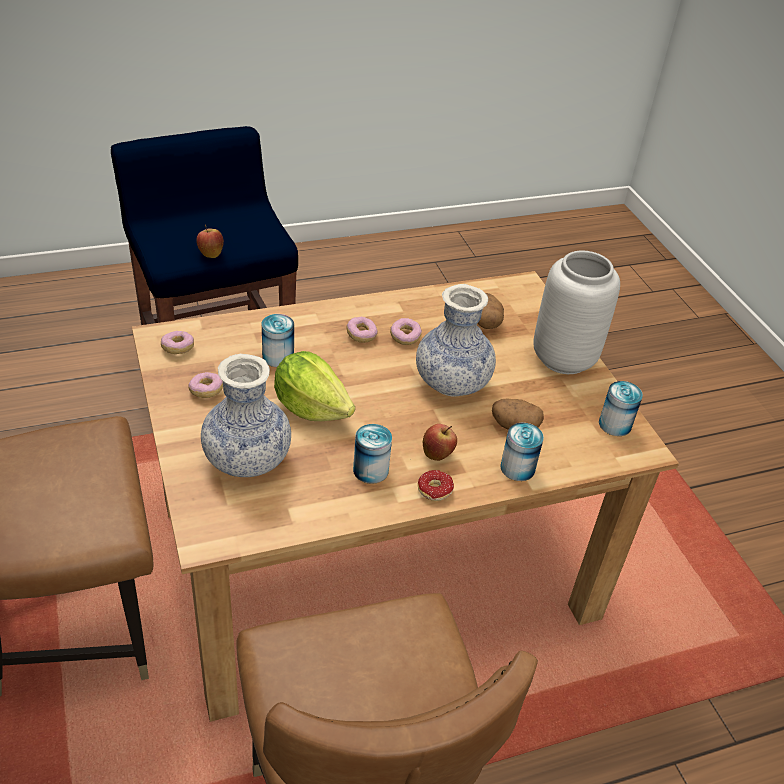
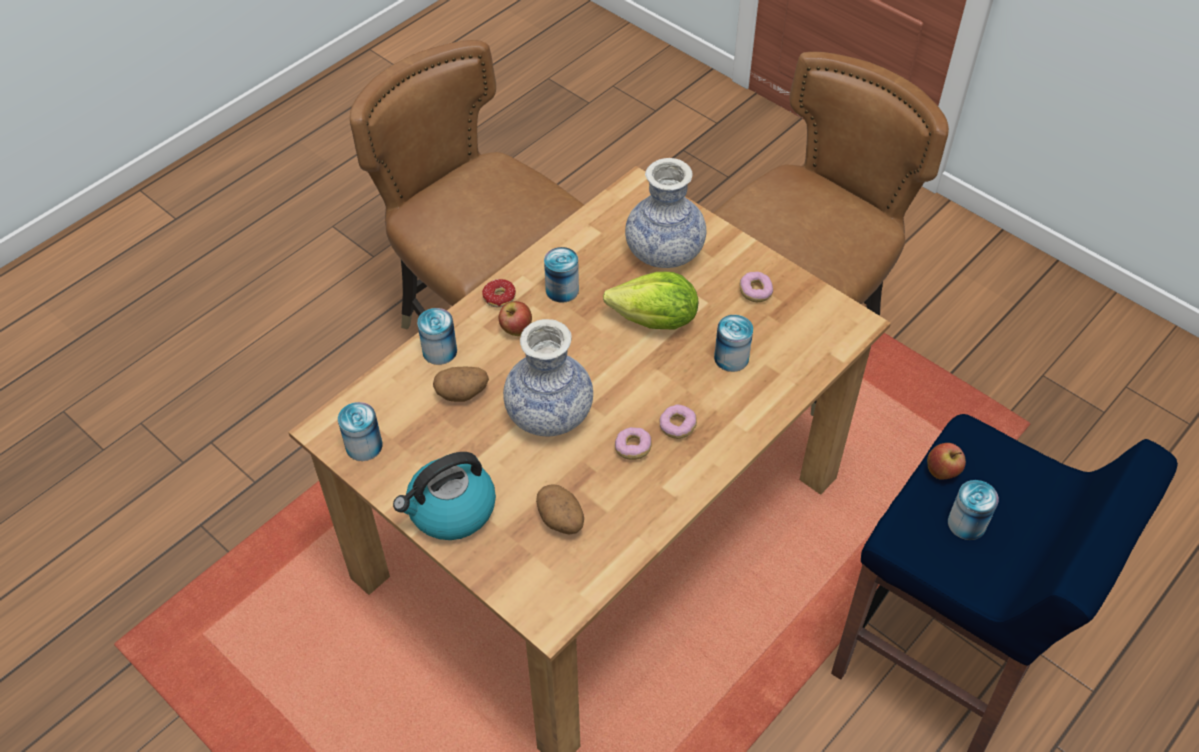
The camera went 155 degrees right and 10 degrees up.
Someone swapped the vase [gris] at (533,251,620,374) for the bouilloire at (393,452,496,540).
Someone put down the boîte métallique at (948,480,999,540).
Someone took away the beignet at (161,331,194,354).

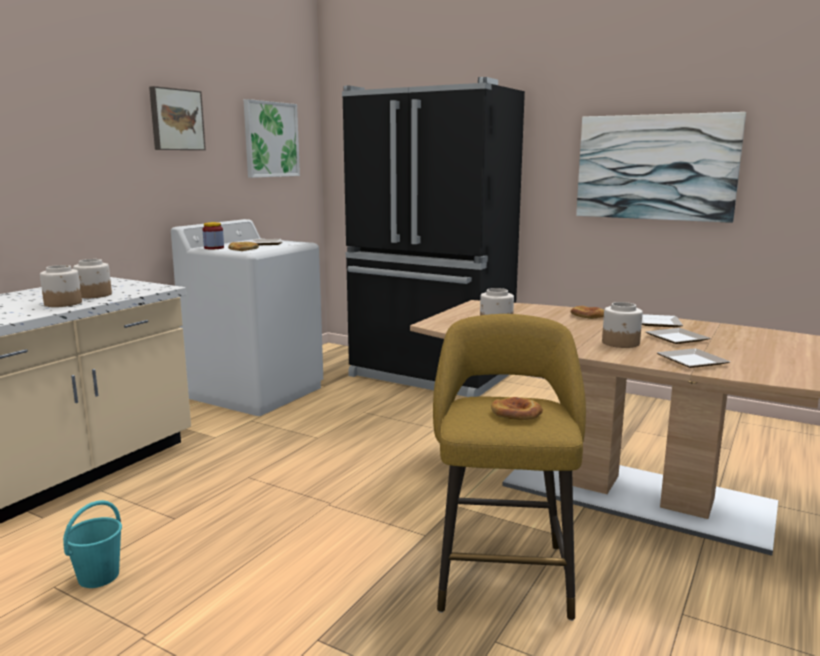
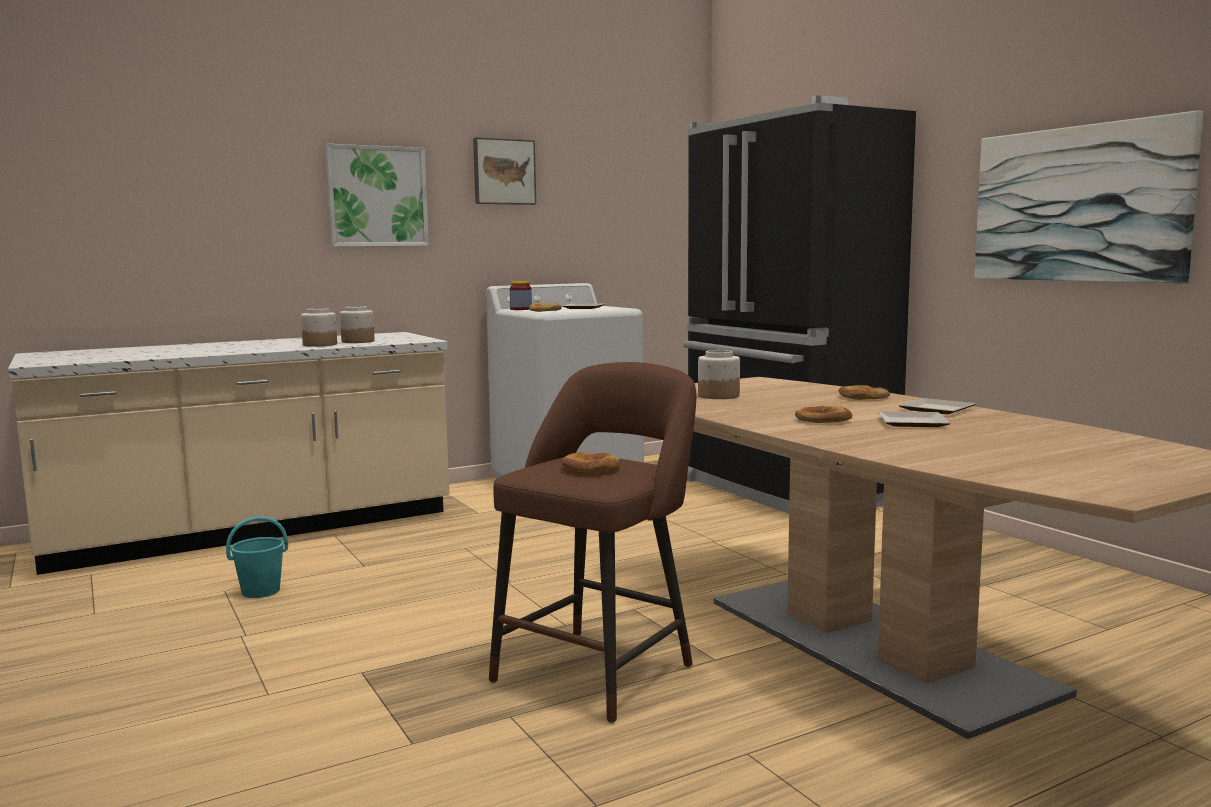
The camera went 30 degrees right and 5 degrees down.
Someone carried the tableau from (243,99,300,178) to (325,144,429,247).
Someone repainted the tabouret [jaune] at (433,314,586,621), which became the tabouret [marron] at (489,362,696,723).
Someone swapped the bocal at (602,302,643,348) for the pain at (795,406,852,423).
Someone took away the assiette at (657,348,730,368).

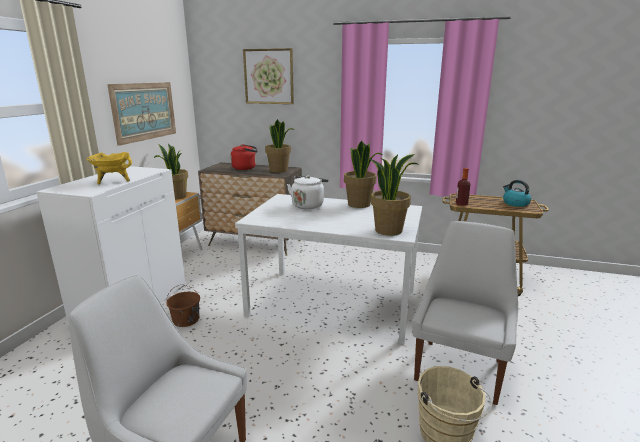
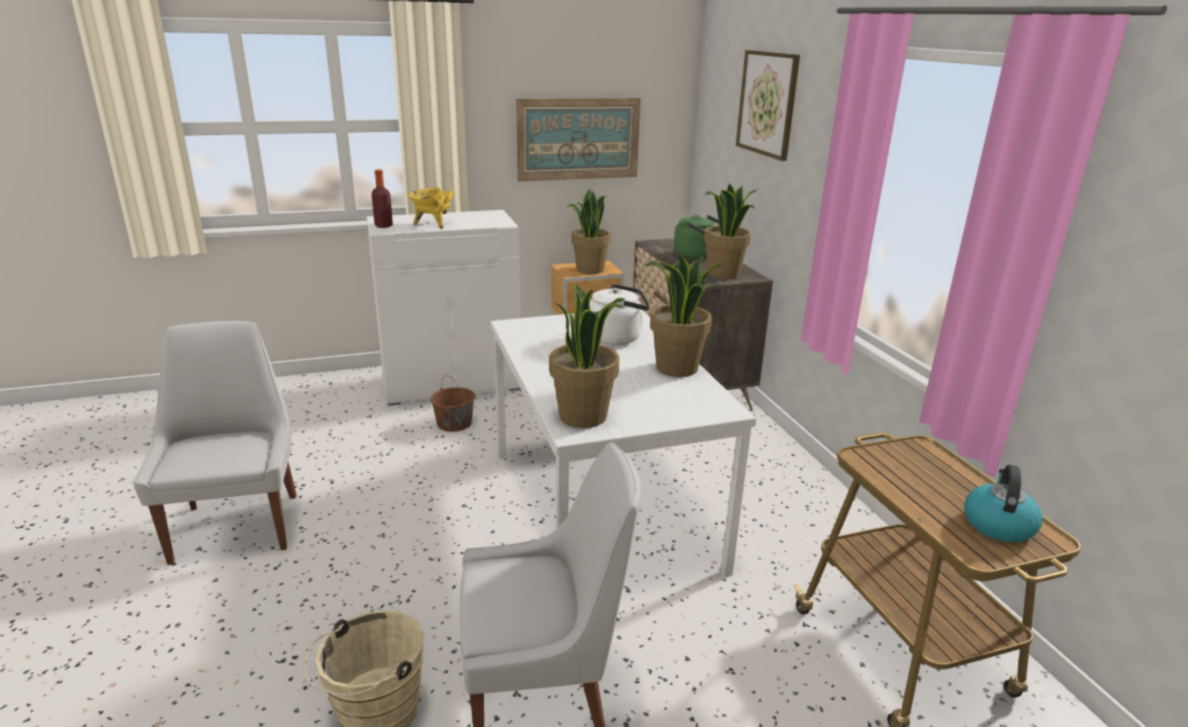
The camera went 55 degrees right and 5 degrees up.
Someone carried the bouteille from (456,168,471,206) to (372,169,393,228).
Someone repainted the bouilloire [rouge] at (231,144,258,170), which became the bouilloire [vert] at (674,215,719,259).

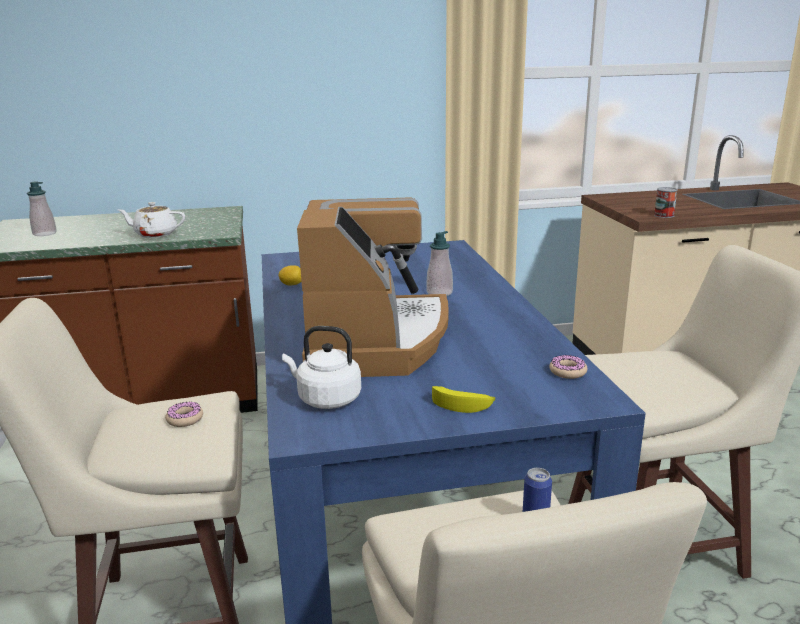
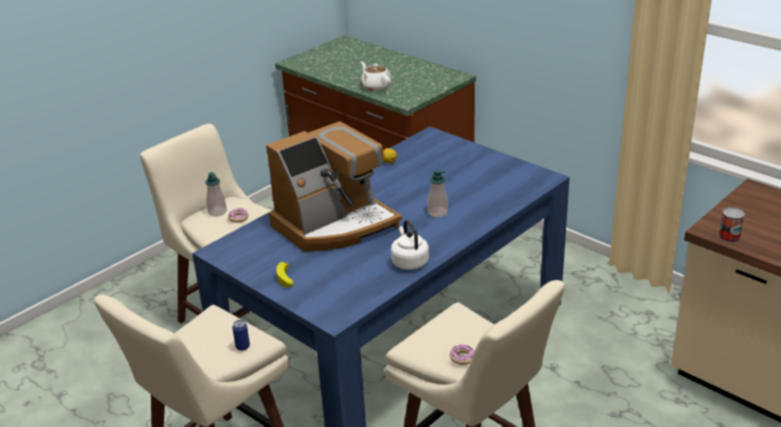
The camera went 55 degrees right and 10 degrees up.
Someone carried the distributeur de savon from (27,181,57,236) to (205,172,227,217).
Someone carried the bouilloire [blanc] from (282,326,361,409) to (391,220,429,270).
Someone carried the beignet from (550,355,587,379) to (450,344,474,365).

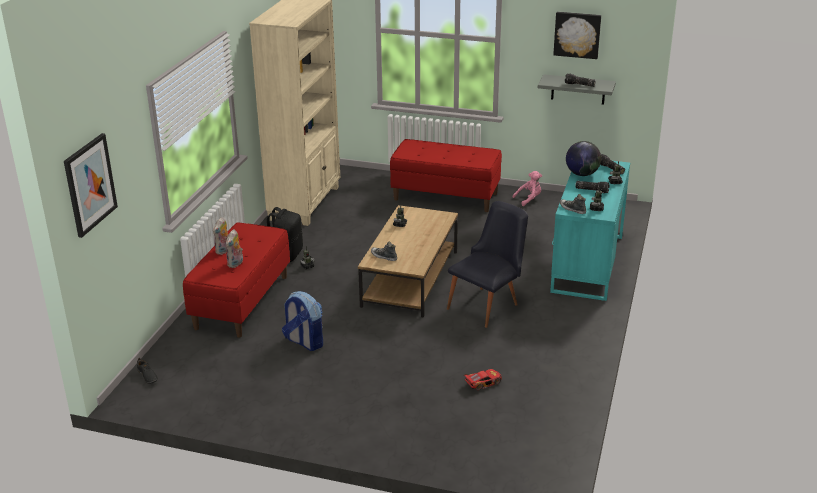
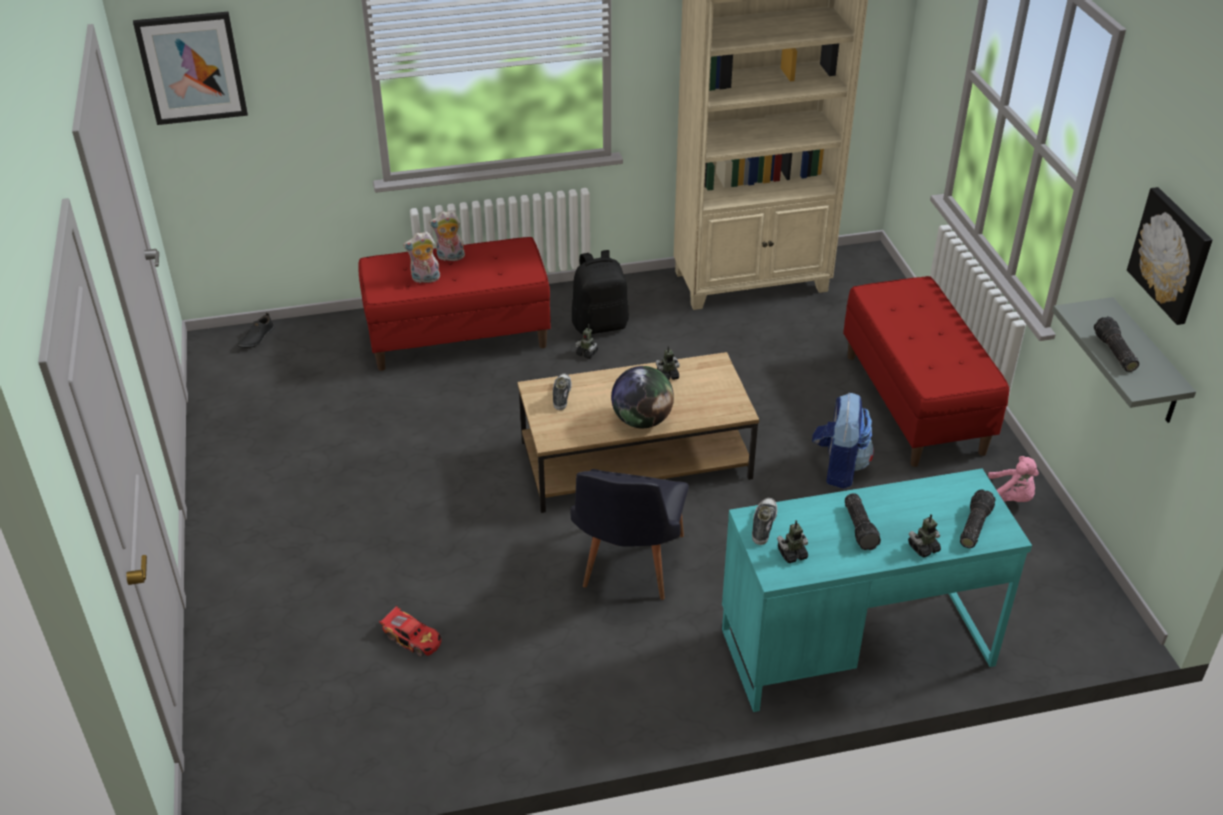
The camera went 60 degrees right and 10 degrees up.
Someone rotated the chaise [noir] at (447,201,528,328) by 90 degrees clockwise.
Someone carried the globe from (566,141,601,176) to (611,366,674,428).
Someone carried the sac à dos from (282,291,323,351) to (812,393,874,489).

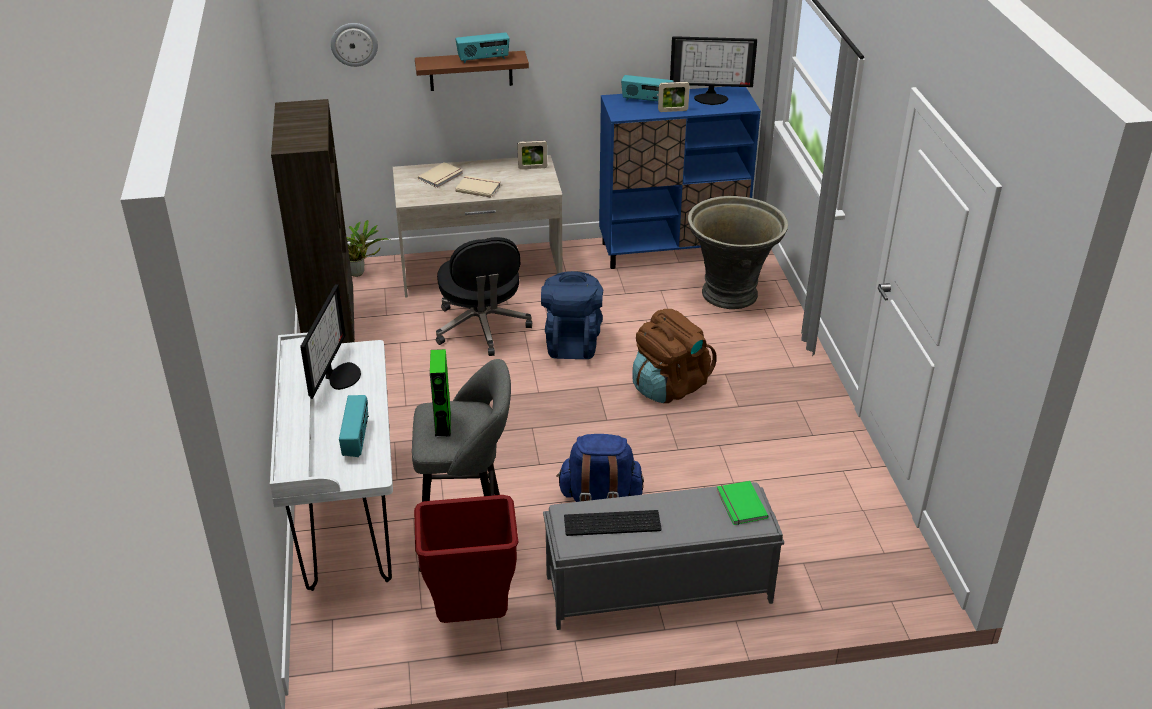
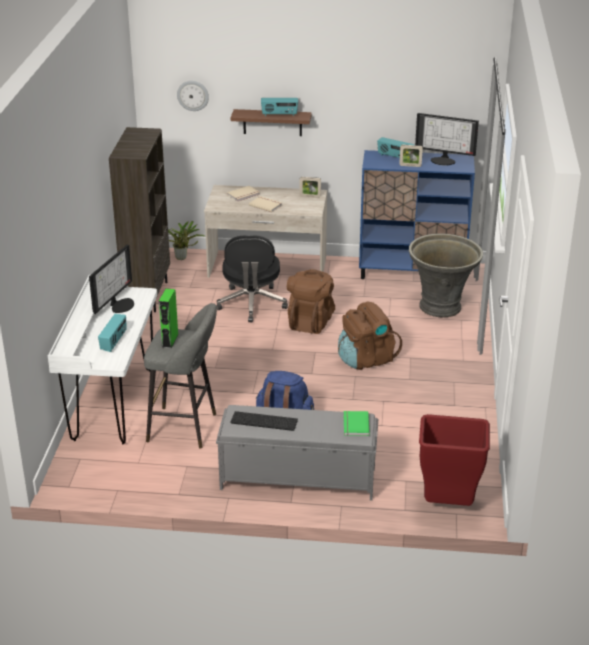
The camera went 15 degrees right and 5 degrees down.
Someone repainted the sac à dos [bleu] at (541,271,603,359), which became the sac à dos [marron] at (287,269,335,334).
Someone carried the poubelle [rouge] from (414,495,518,623) to (419,414,490,506).

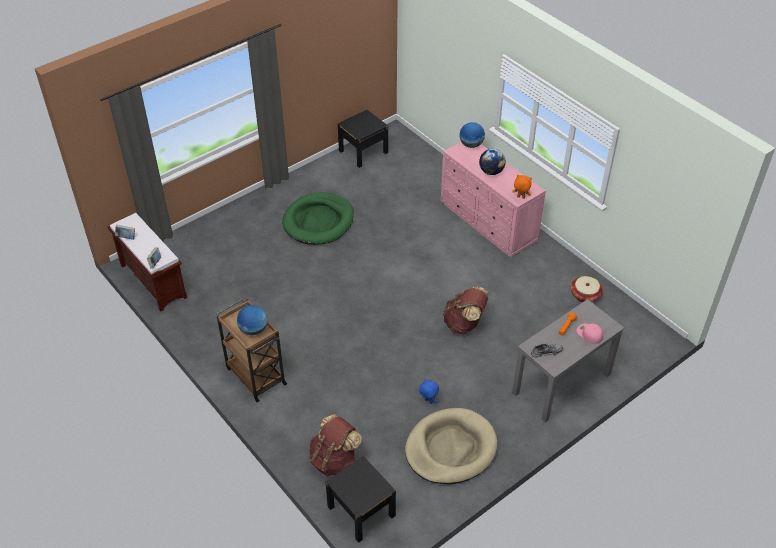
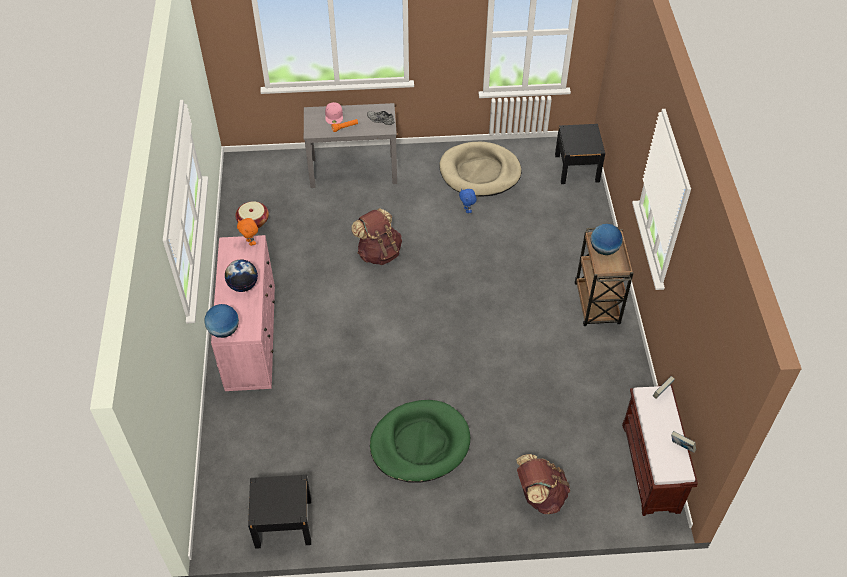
The camera went 145 degrees left and 5 degrees up.
Someone carried the sac à dos [marron] from (309,414,362,476) to (516,454,570,514).

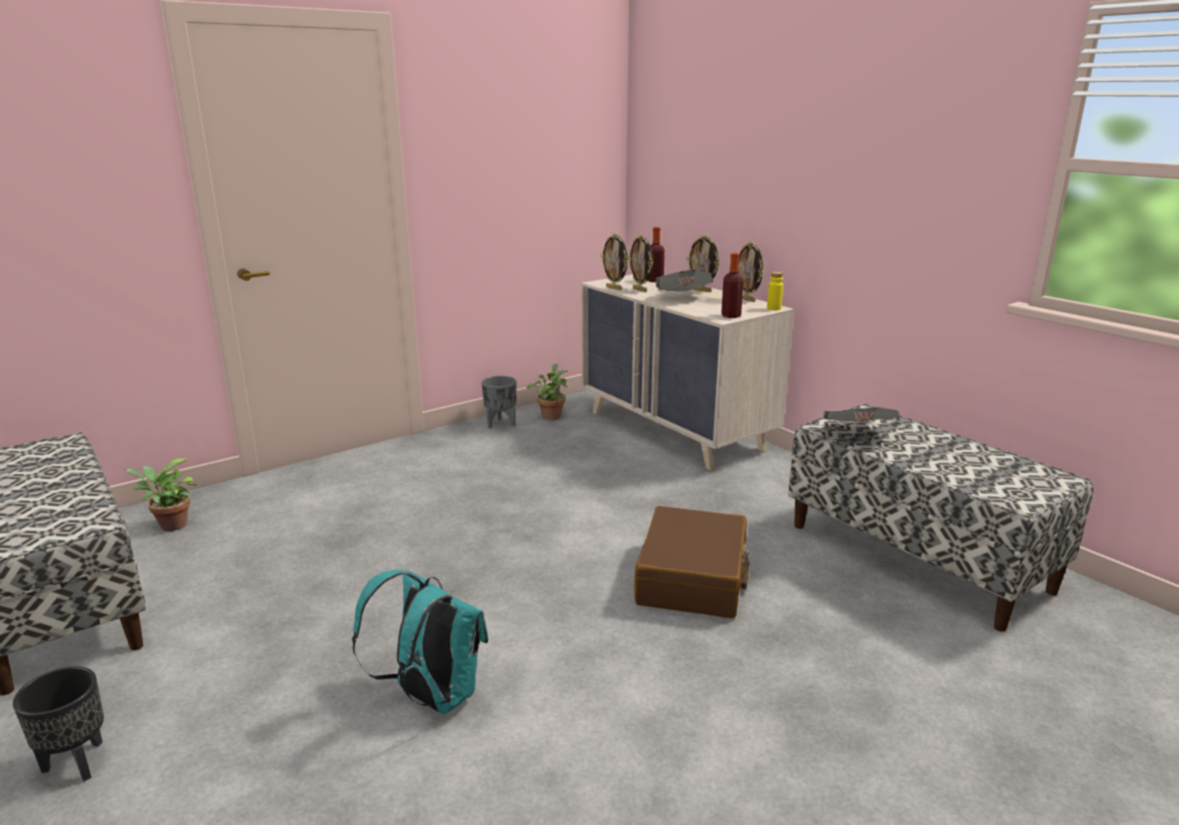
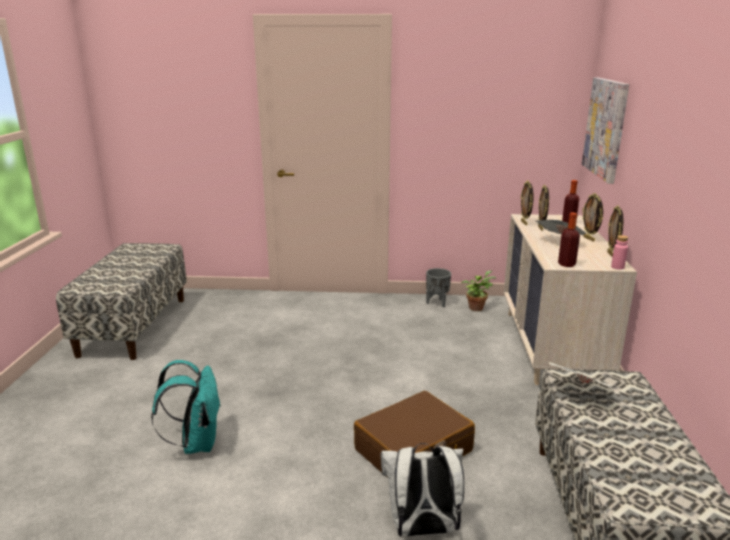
The camera went 40 degrees right and 0 degrees up.
Someone put down the sac à dos [blanc] at (380,443,464,536).
Someone put up the tableau at (582,77,629,184).
Someone repainted the bouteille [jaune] at (767,272,783,310), which became the bouteille [rose] at (611,235,628,270).
Someone took away the cache-pot [noir] at (13,666,104,781).
Someone took away the plante en pot at (124,458,197,531).

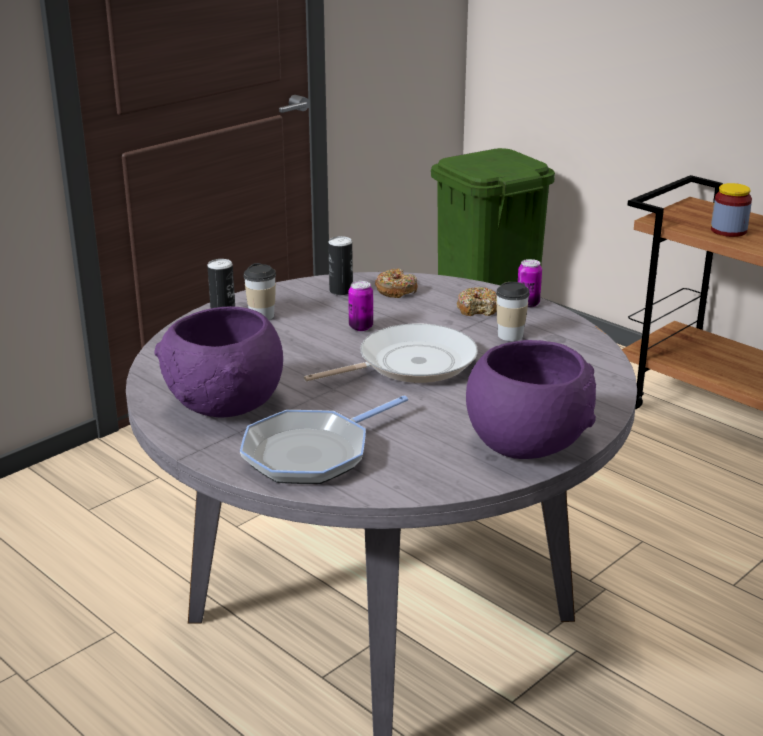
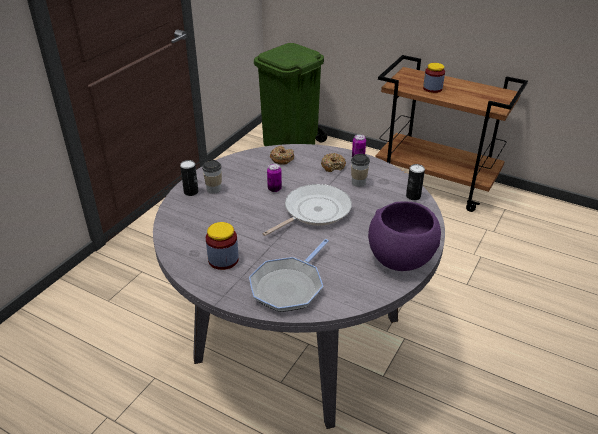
The camera went 15 degrees left and 10 degrees up.
Someone swapped the bol [violet] at (154,306,283,418) for the bocal at (206,222,239,270).
Someone carried the boîte métallique from (328,236,353,295) to (406,164,425,200).

